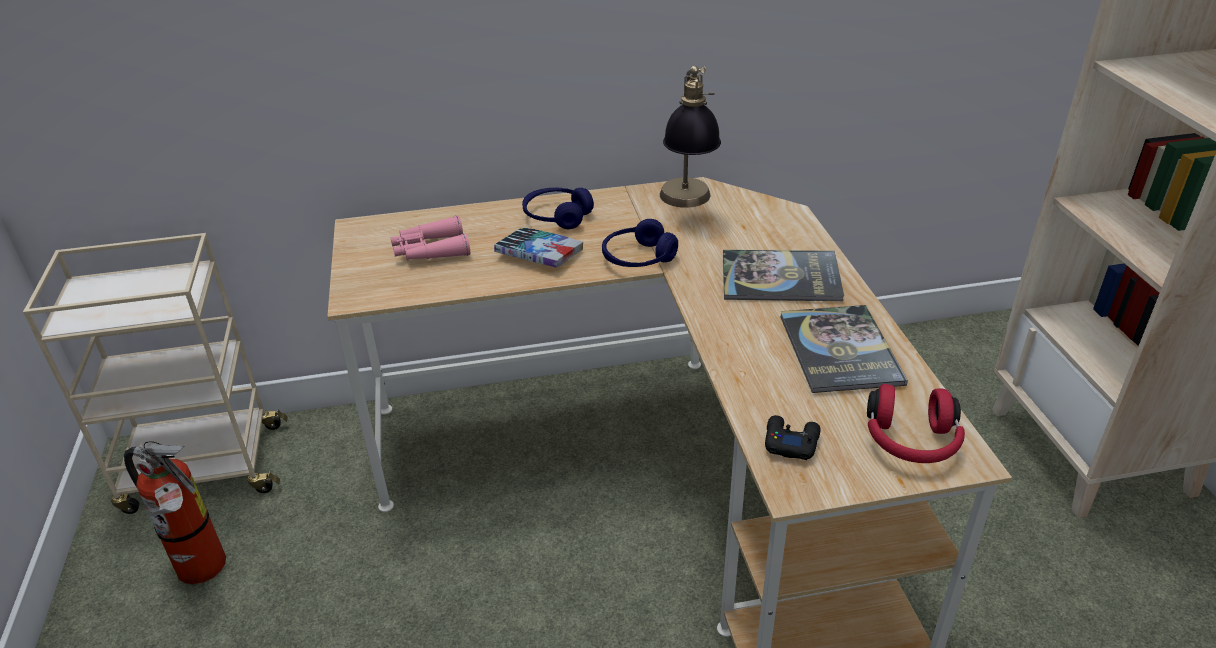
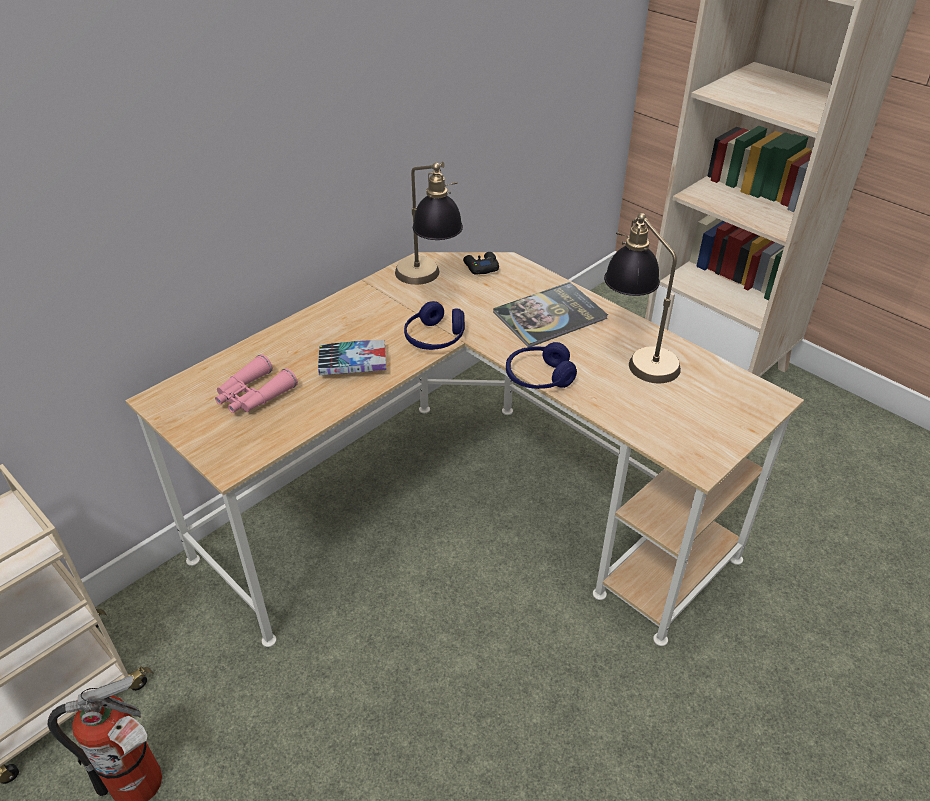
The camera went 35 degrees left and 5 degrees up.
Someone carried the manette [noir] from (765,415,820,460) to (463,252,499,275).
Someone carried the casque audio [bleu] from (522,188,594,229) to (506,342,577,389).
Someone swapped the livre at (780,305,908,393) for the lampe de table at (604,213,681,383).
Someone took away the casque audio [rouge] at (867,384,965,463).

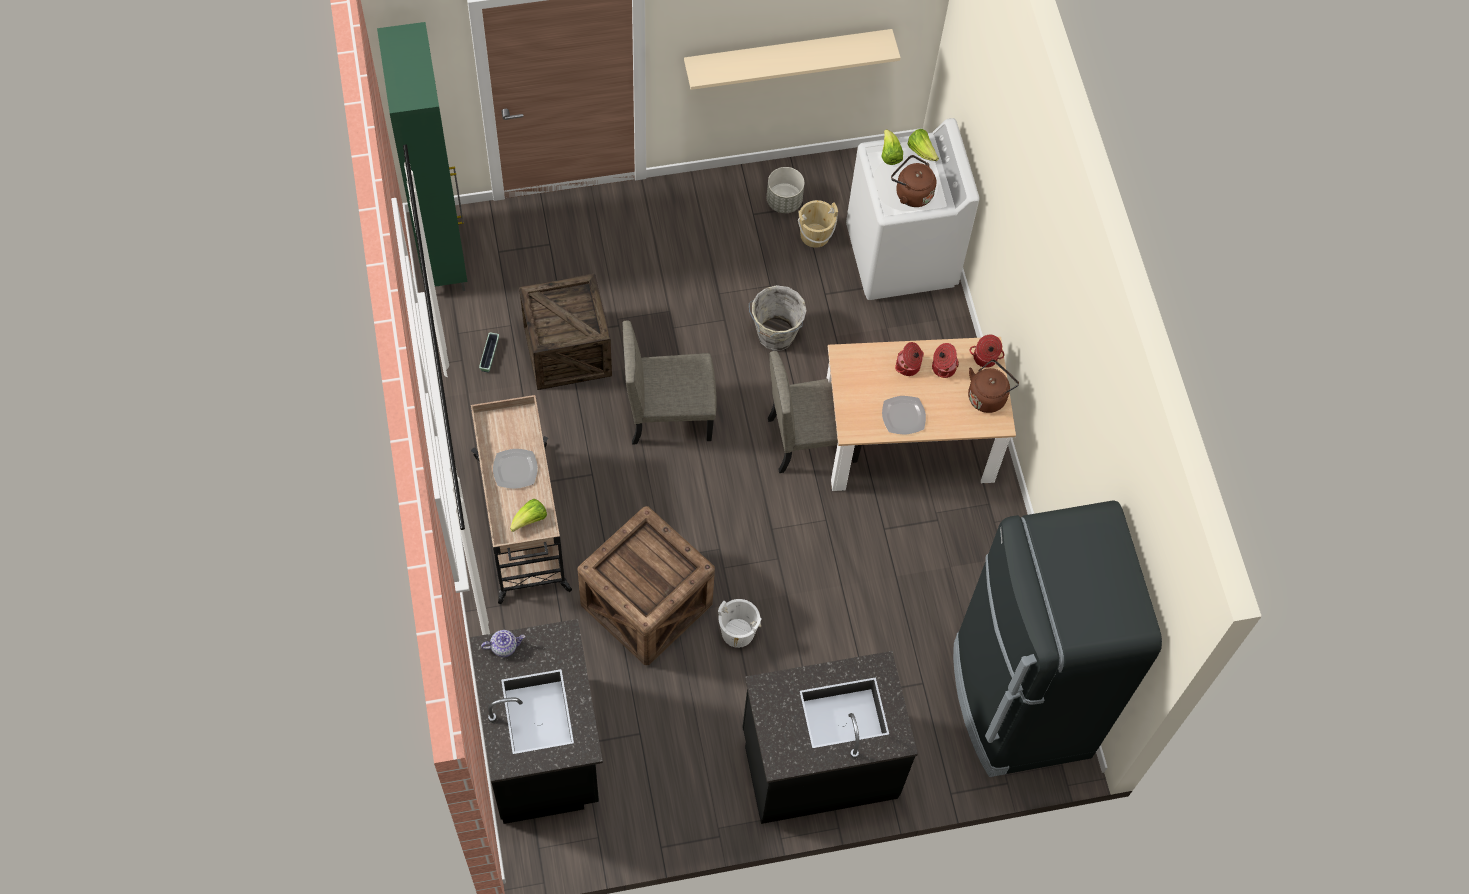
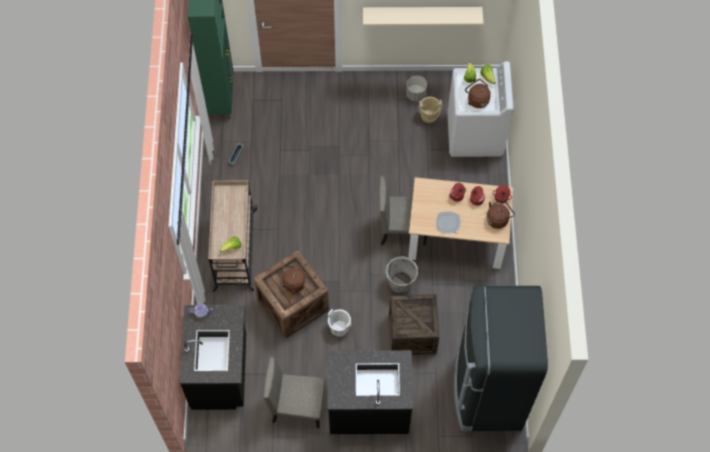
The camera went 15 degrees right and 0 degrees up.
Someone carried the chaise [beige] from (622,320,717,444) to (264,357,325,428).
Someone put down the bouilloire [marron] at (280,266,306,294).
Someone carried the seau [gris] from (749,285,807,351) to (384,256,418,293).
Someone carried the caisse from (519,273,612,390) to (389,294,439,354).
Someone took away the assiette at (493,449,538,489).

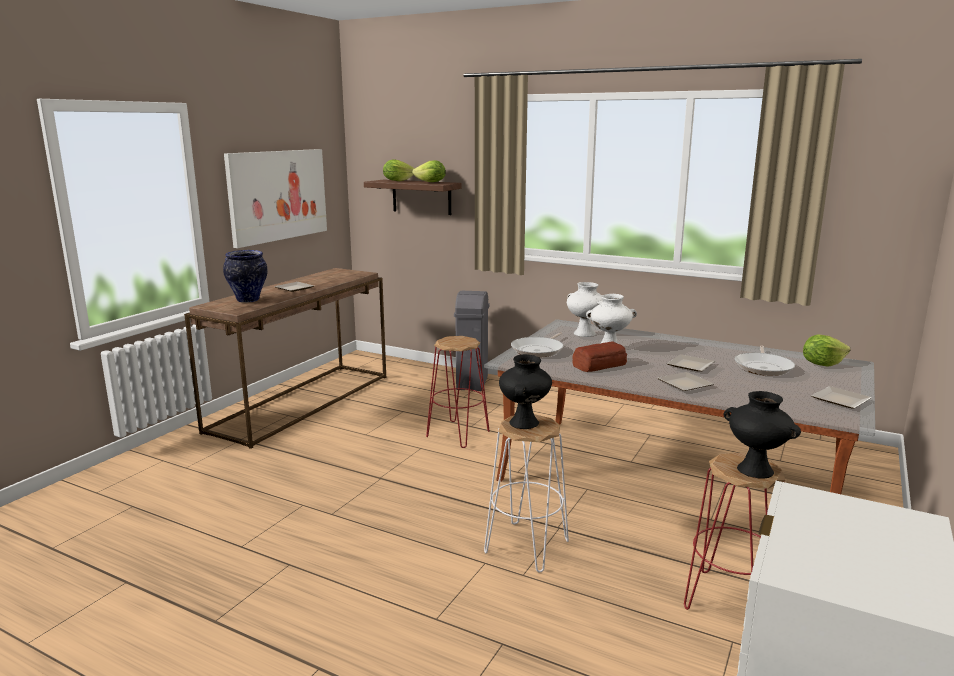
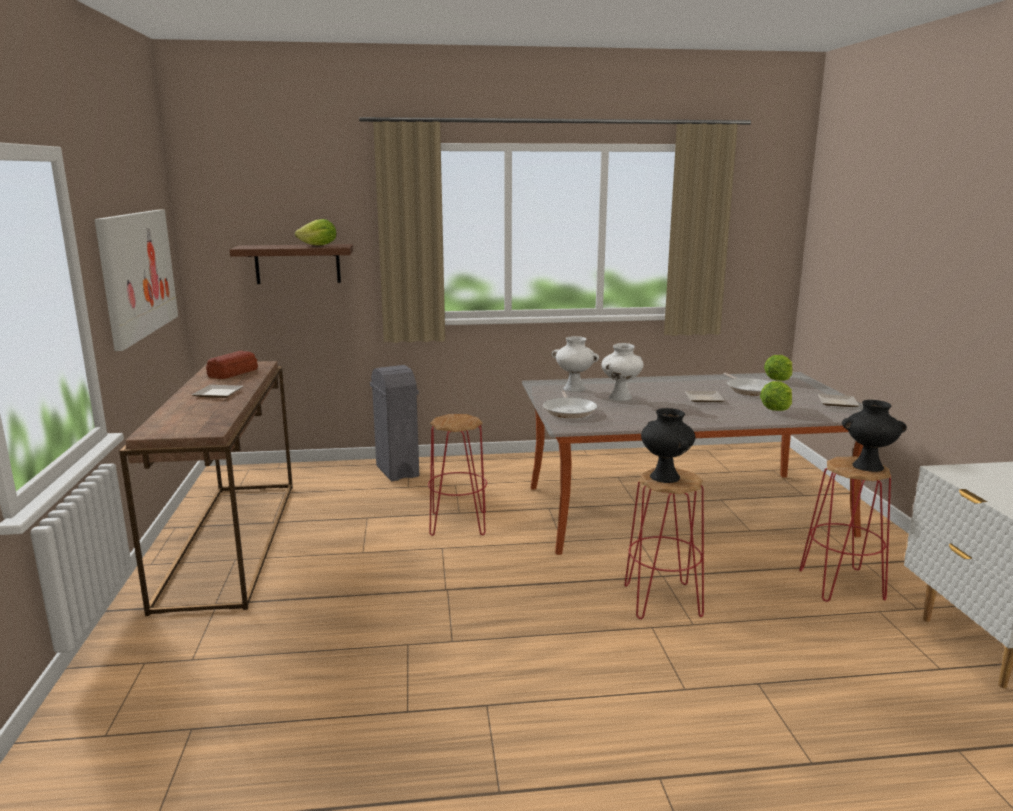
The camera went 35 degrees left and 0 degrees up.
Someone carried the pain from (572,341,627,372) to (206,351,258,379).
Someone repainted the tabouret [blanc] at (484,414,569,573), which became the tabouret [rouge] at (624,468,704,619).
Someone carried the laitue from (383,160,415,181) to (760,381,792,411).
Someone took away the vase at (223,250,268,303).
Someone took away the assiette at (657,372,714,391).

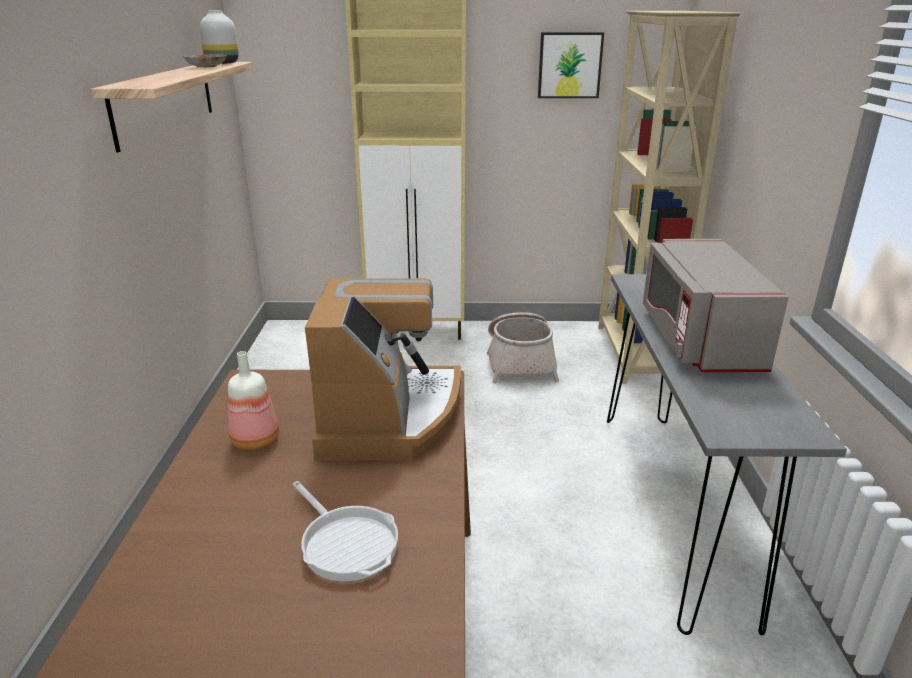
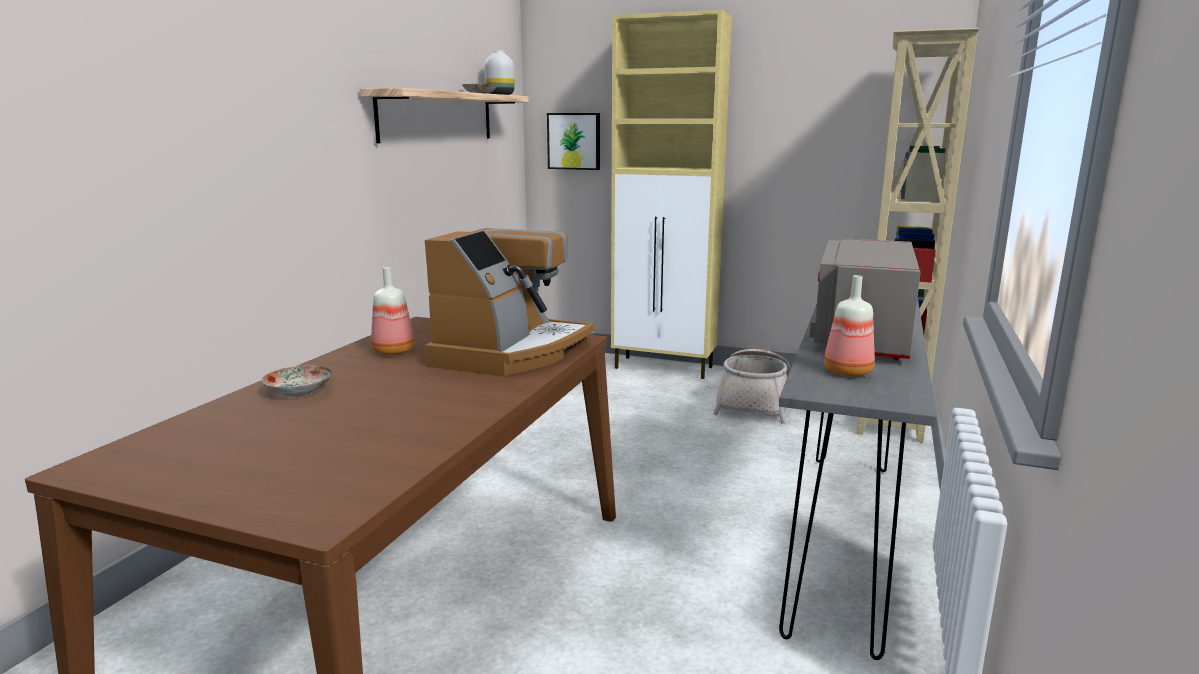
The camera went 20 degrees right and 10 degrees down.
Someone put down the assiette at (262,365,332,397).
Someone carried the tableau from (538,32,604,98) to (547,113,600,170).
Someone put down the bouteille at (824,275,875,377).
Someone took away the poêle at (293,481,398,582).

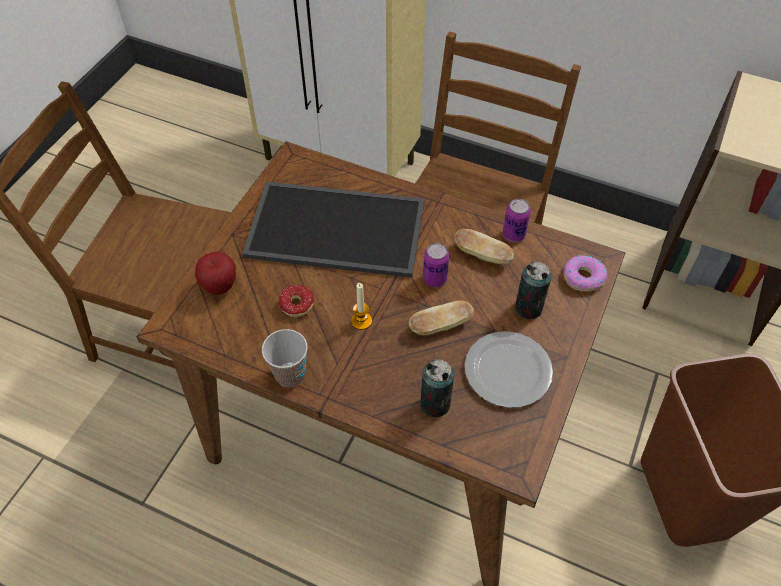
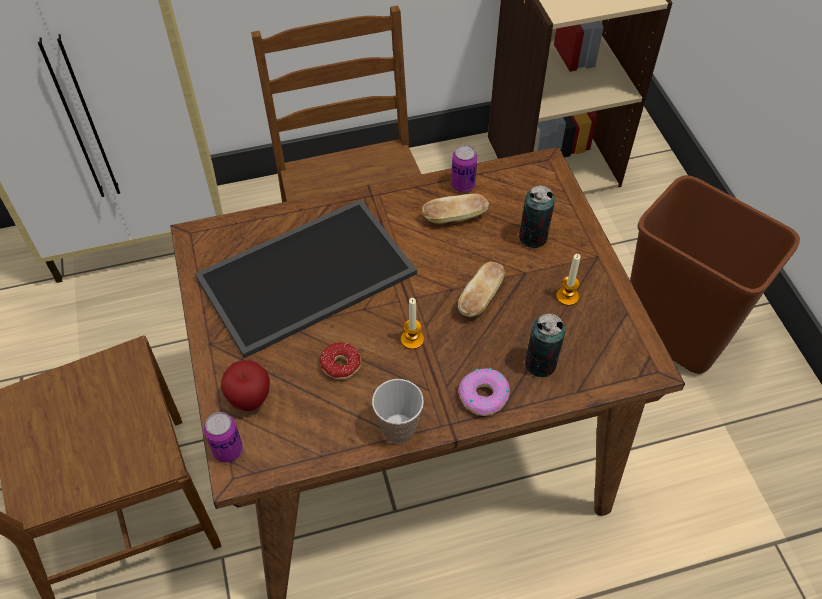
The camera went 40 degrees left and 0 degrees up.
Someone carried the boîte métallique from (423,243,449,288) to (204,412,243,463).
Someone carried the beignet from (564,255,608,292) to (458,368,510,416).
Someone swapped the assiette at (465,331,553,408) for the bougie at (556,254,581,306).

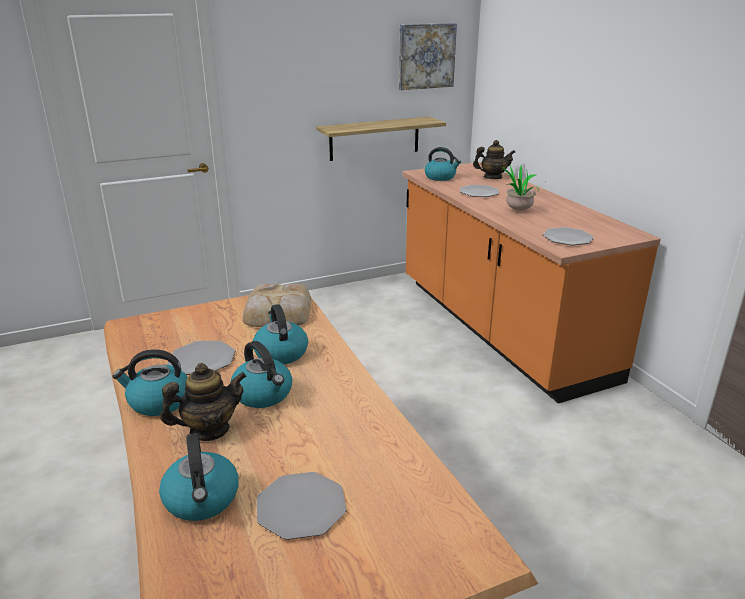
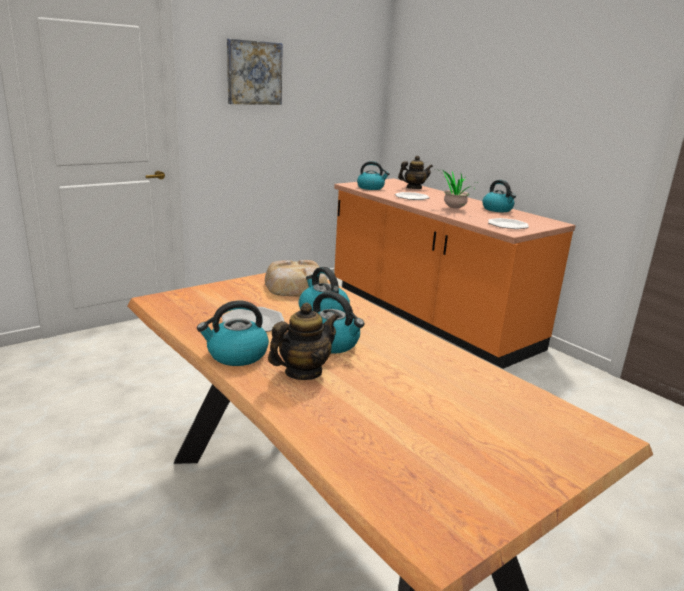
The camera went 15 degrees left and 5 degrees down.
Someone carried the tableau from (399,23,457,90) to (227,39,283,105).
Someone carried the bouilloire from (159,433,239,521) to (482,180,516,212).
Someone took away the assiette at (257,472,346,540).
Someone took away the étagère at (316,117,446,161).

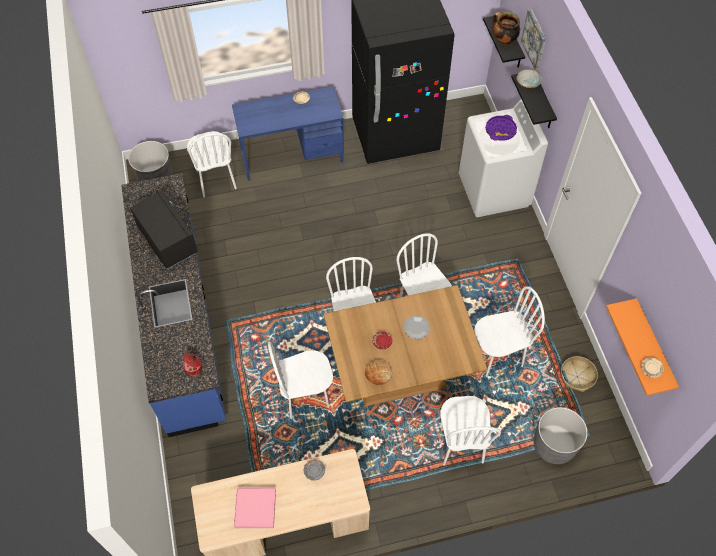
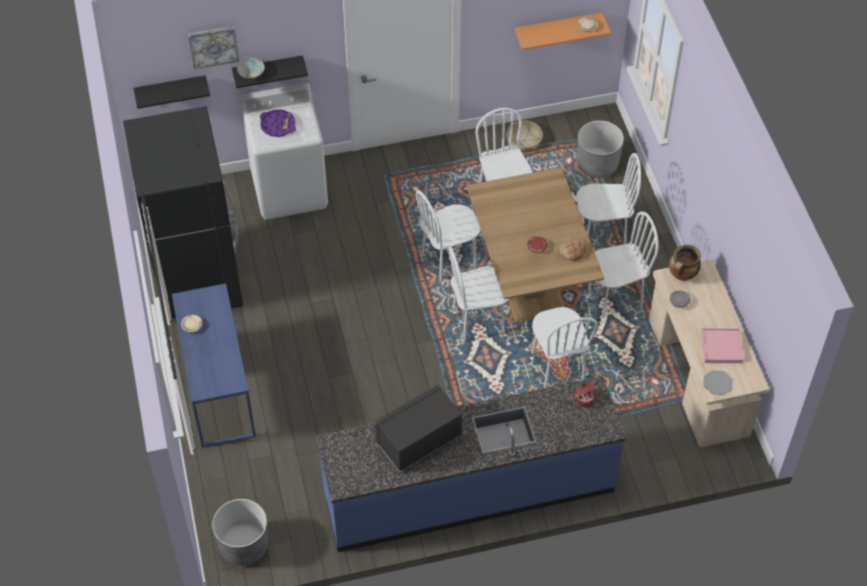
The camera went 90 degrees left and 5 degrees down.
Someone carried the chaise [blanc] from (187,131,237,197) to (588,211,659,318).
Someone carried the marmite from (493,12,520,45) to (669,245,701,281).
Someone carried the assiette from (404,316,430,339) to (703,370,732,395).

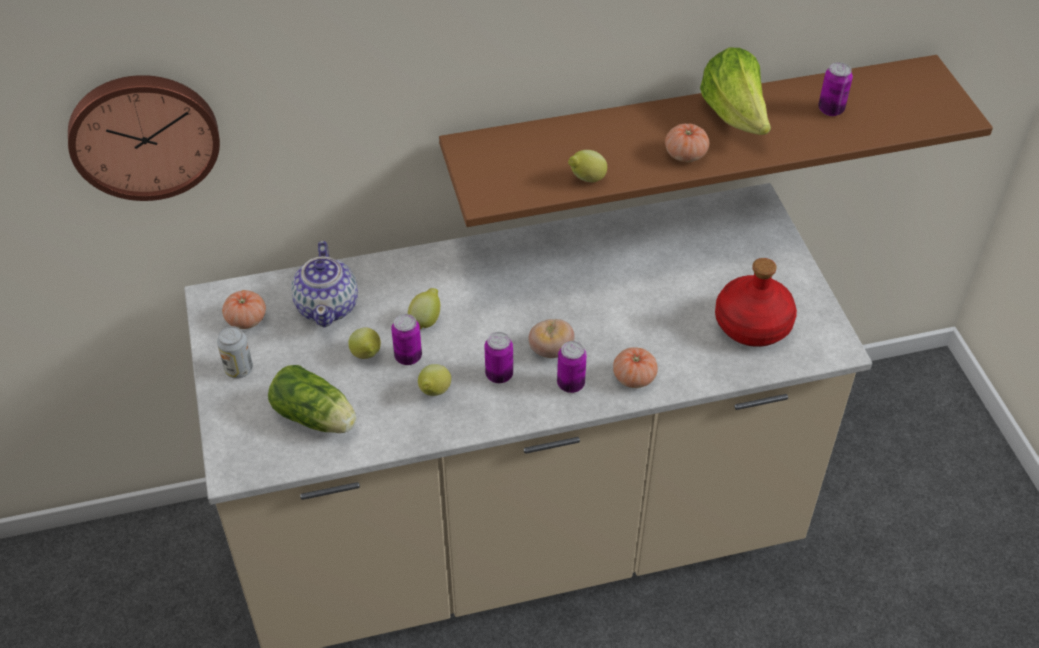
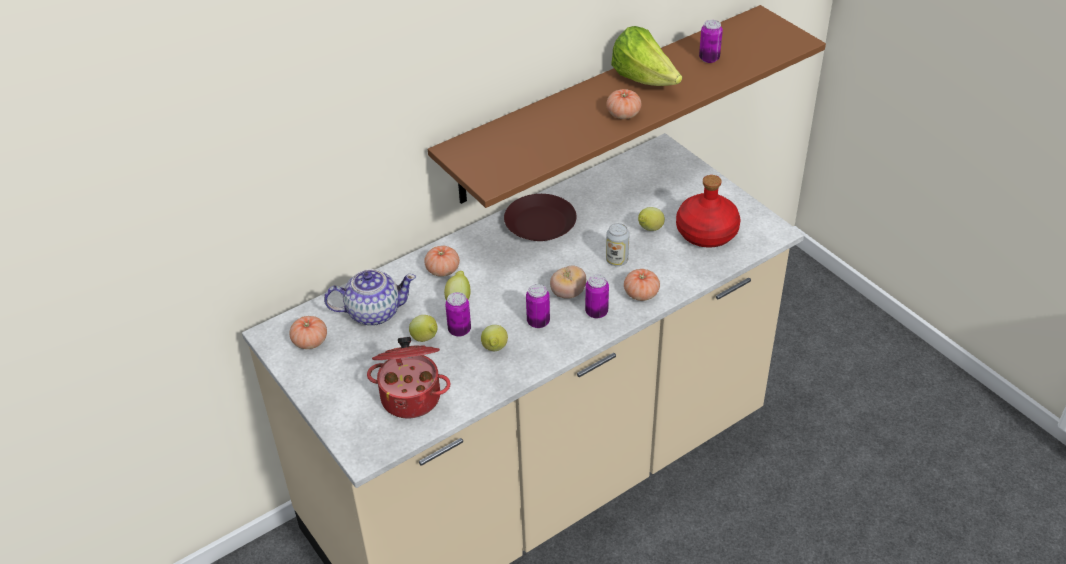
The camera went 20 degrees left and 5 degrees down.
Someone rotated the théière at (291,241,358,327) by 75 degrees counterclockwise.
Someone swapped the laitue at (268,365,356,433) for the marmite at (367,337,450,418).
Someone put down the tomate at (424,246,460,277).
Someone put down the assiette [marron] at (504,194,577,241).
Someone carried the boîte métallique from (217,326,253,379) to (606,223,630,266).
Someone carried the citron from (568,150,607,182) to (638,207,665,231).
Someone took away the horloge murale at (68,75,220,201).

